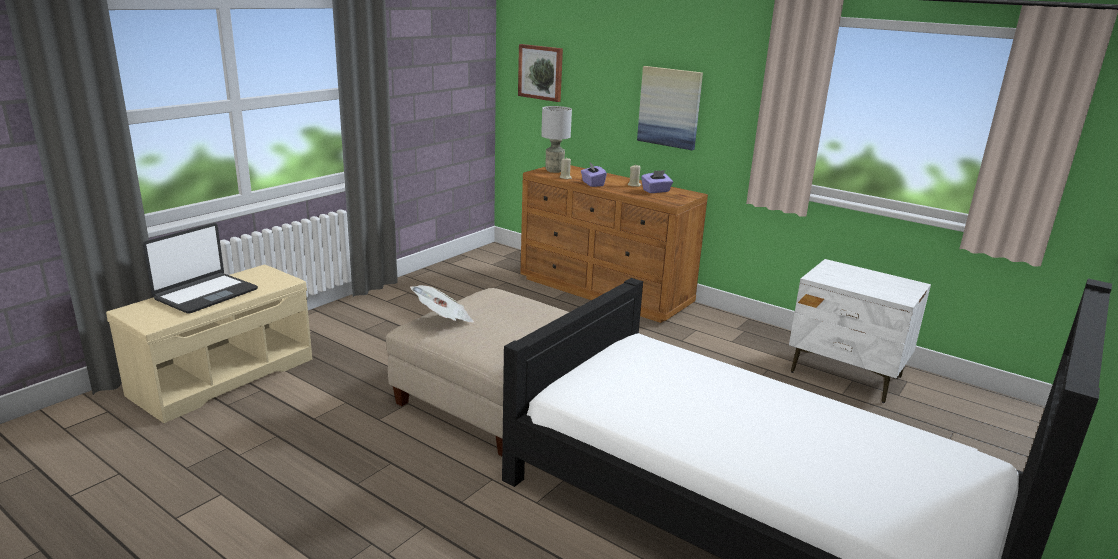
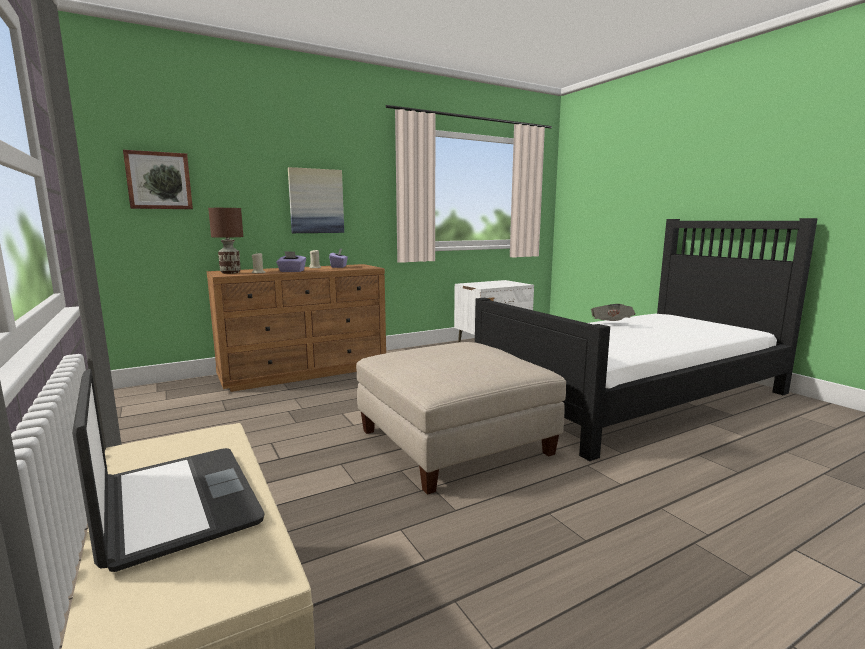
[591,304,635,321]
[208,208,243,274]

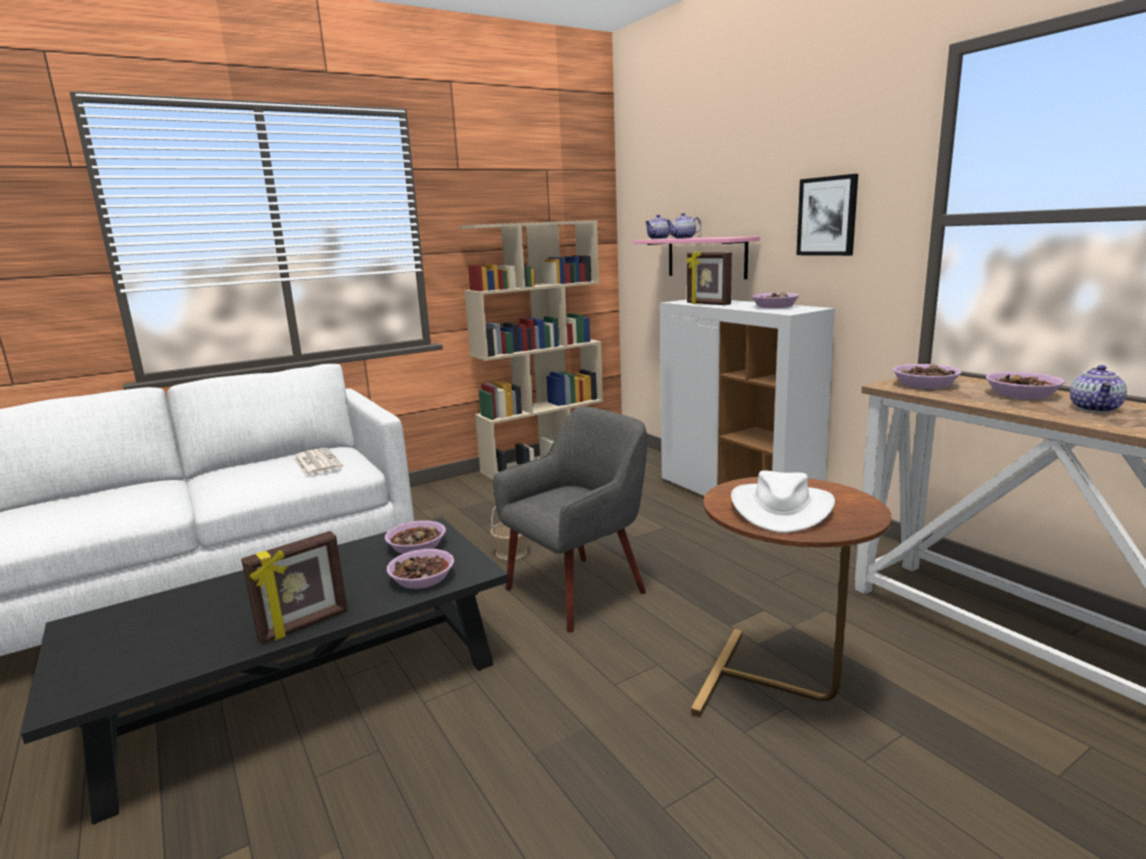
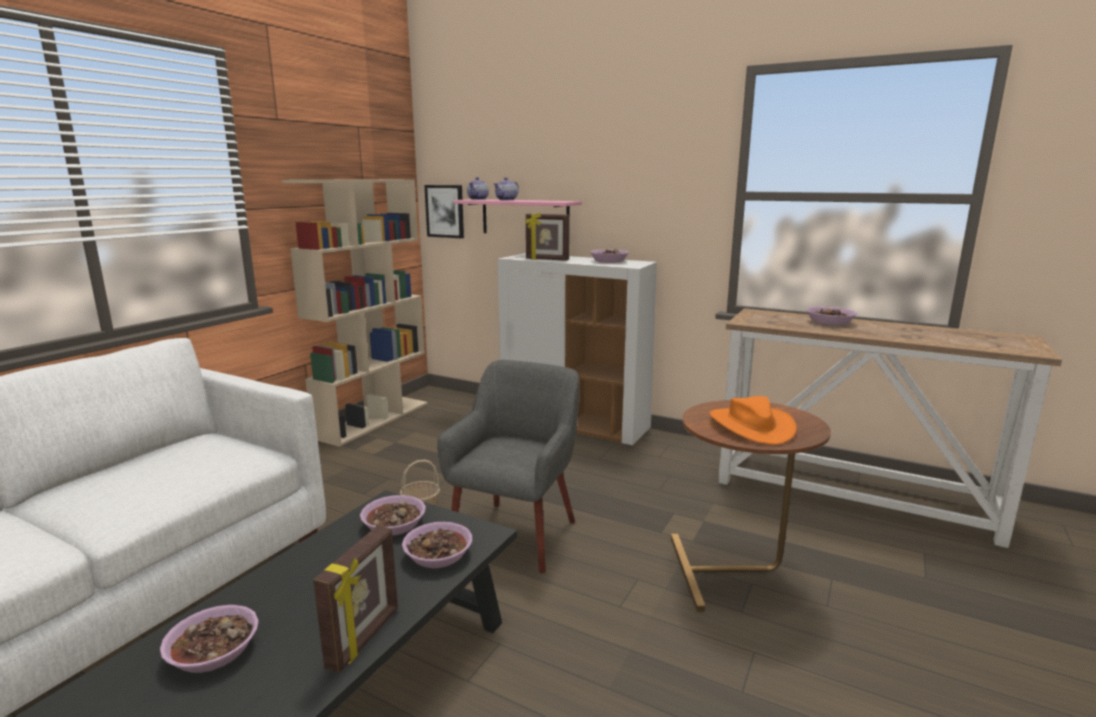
[293,448,343,476] (first image)
[709,396,797,445]
[424,185,464,238]
[160,605,259,673]
[1070,365,1127,413] (first image)

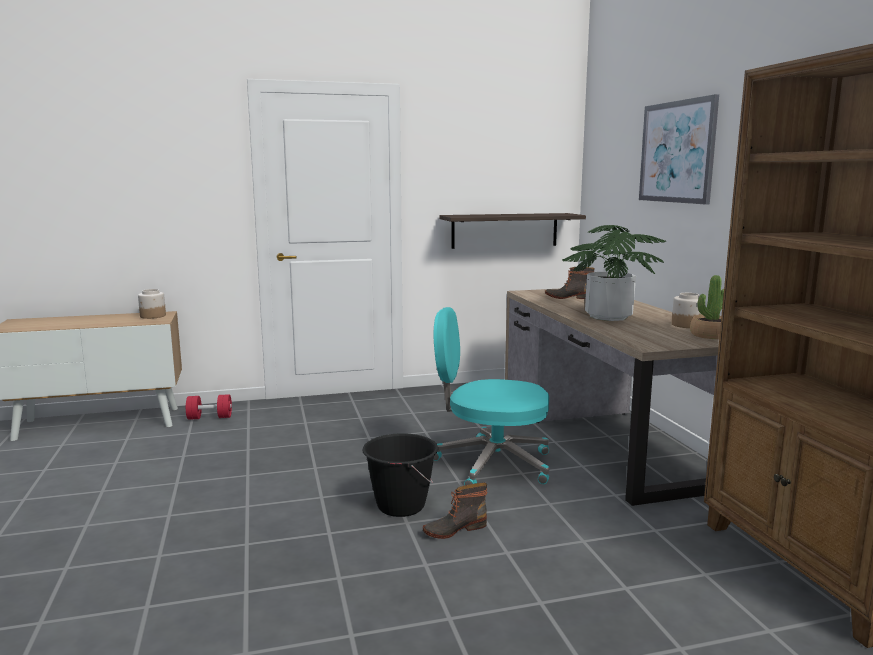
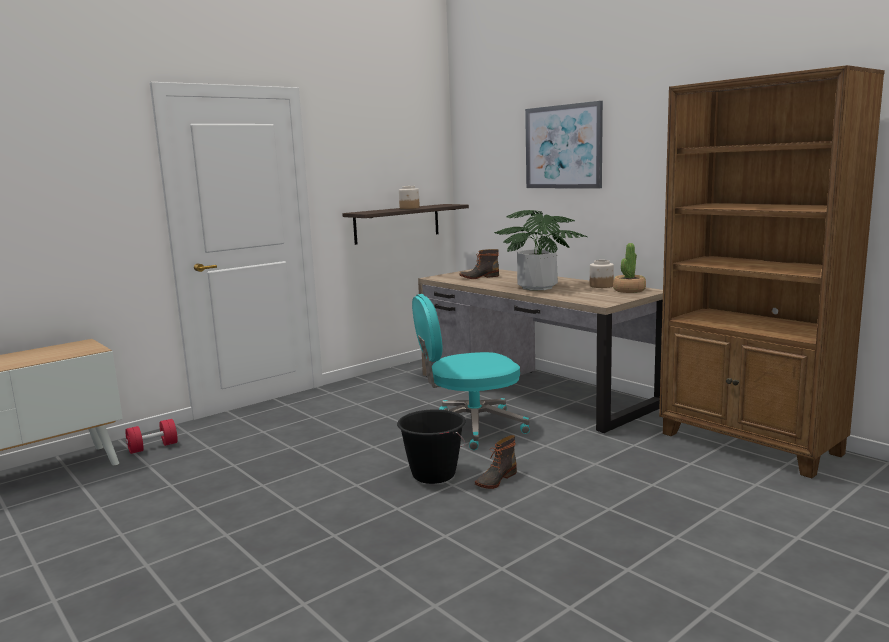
[399,186,420,209]

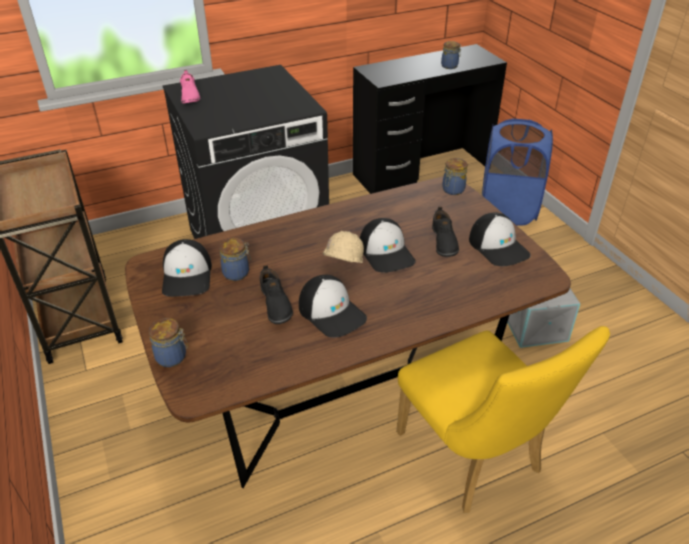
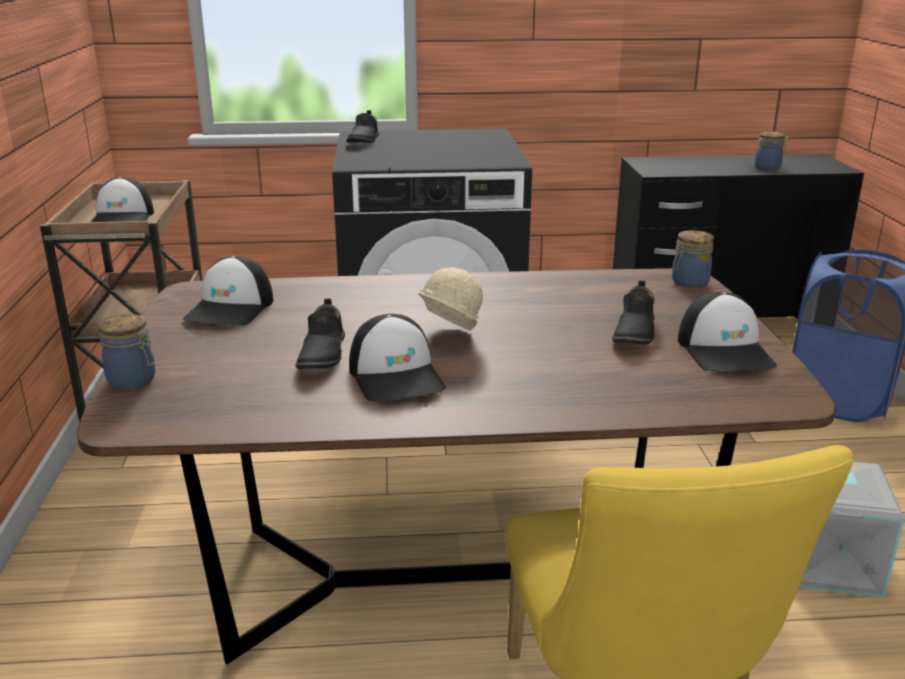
[346,110,379,143]
[219,238,251,281] (first image)
[91,177,154,222]

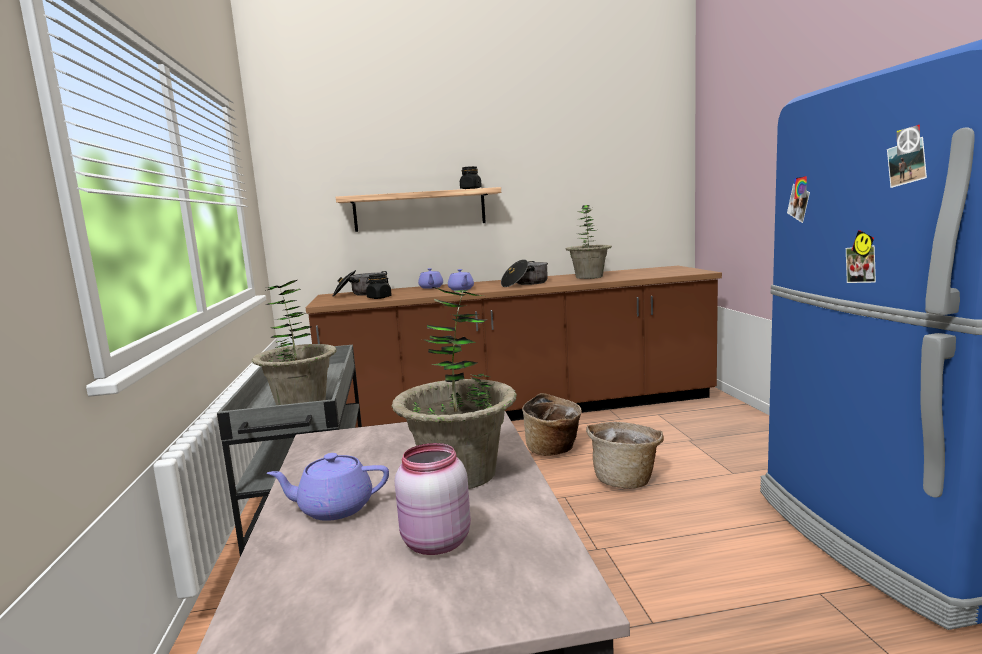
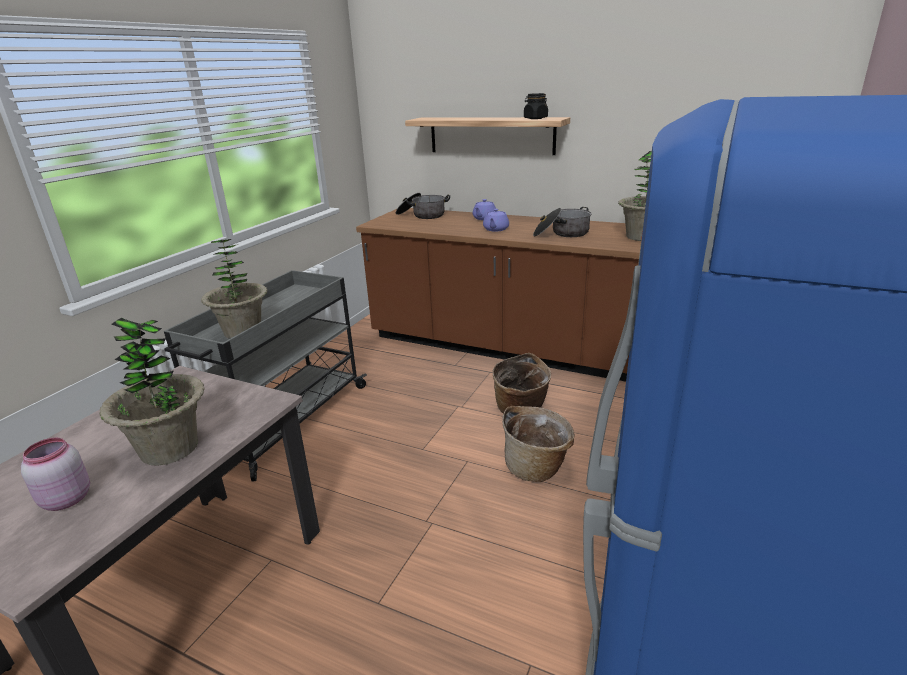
[267,453,389,521] (first image)
[366,274,392,299] (first image)

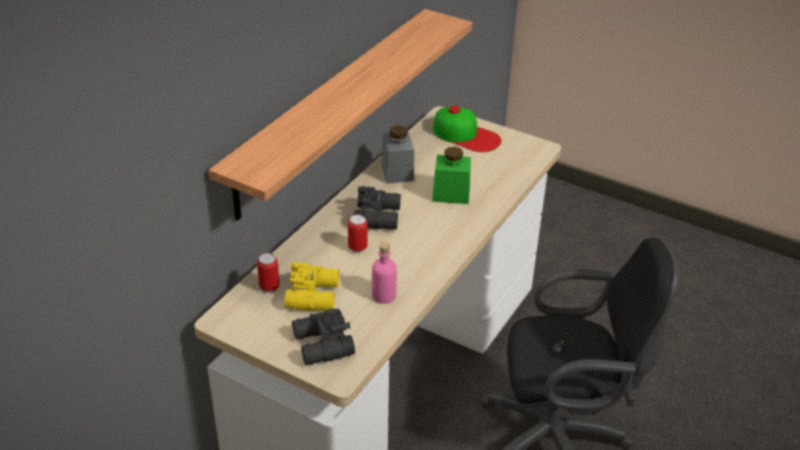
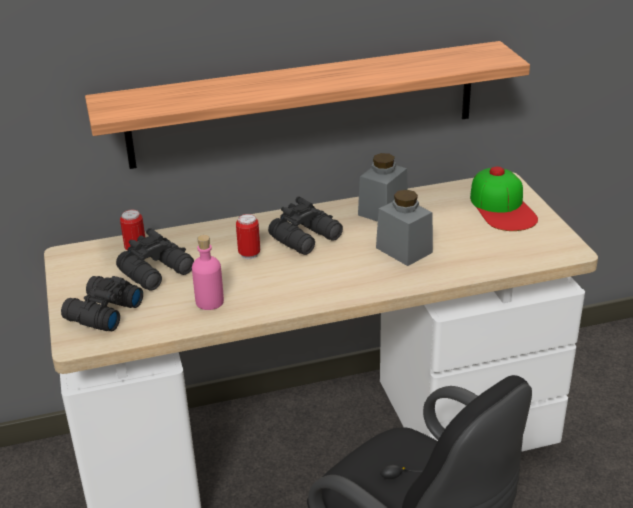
[116,228,194,291]
[376,190,433,266]

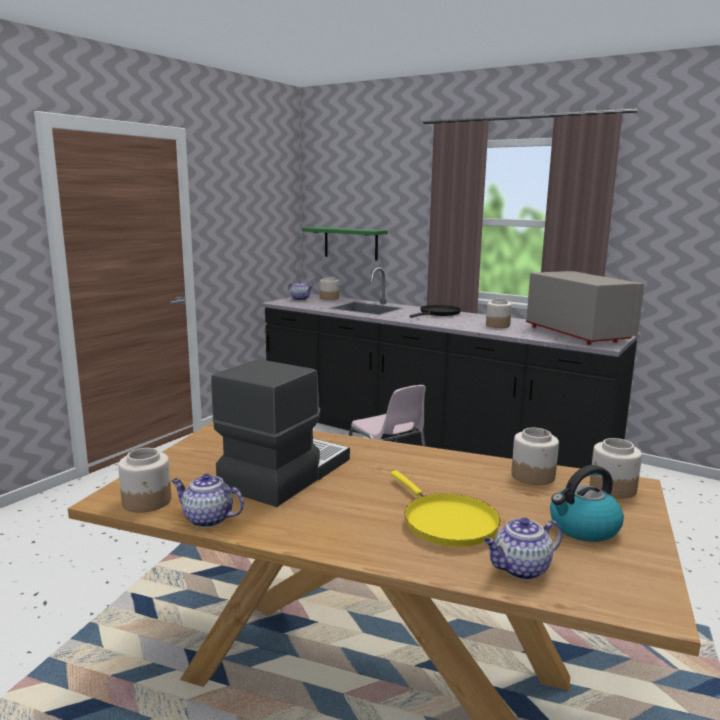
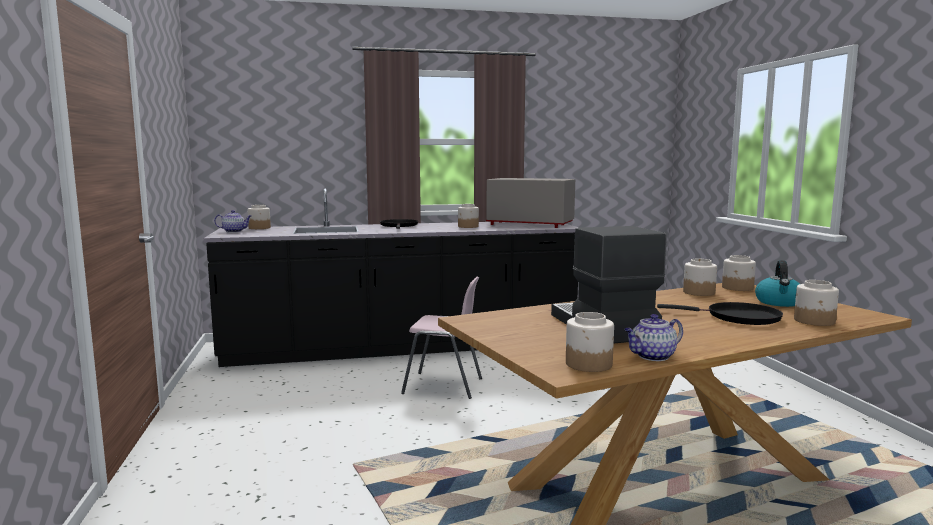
[302,227,388,261] (first image)
[657,302,783,325]
[794,280,839,326]

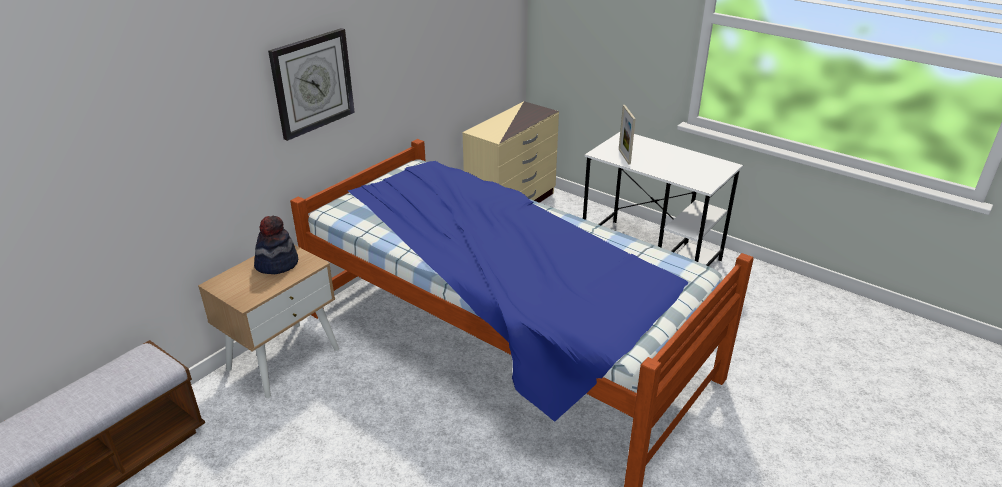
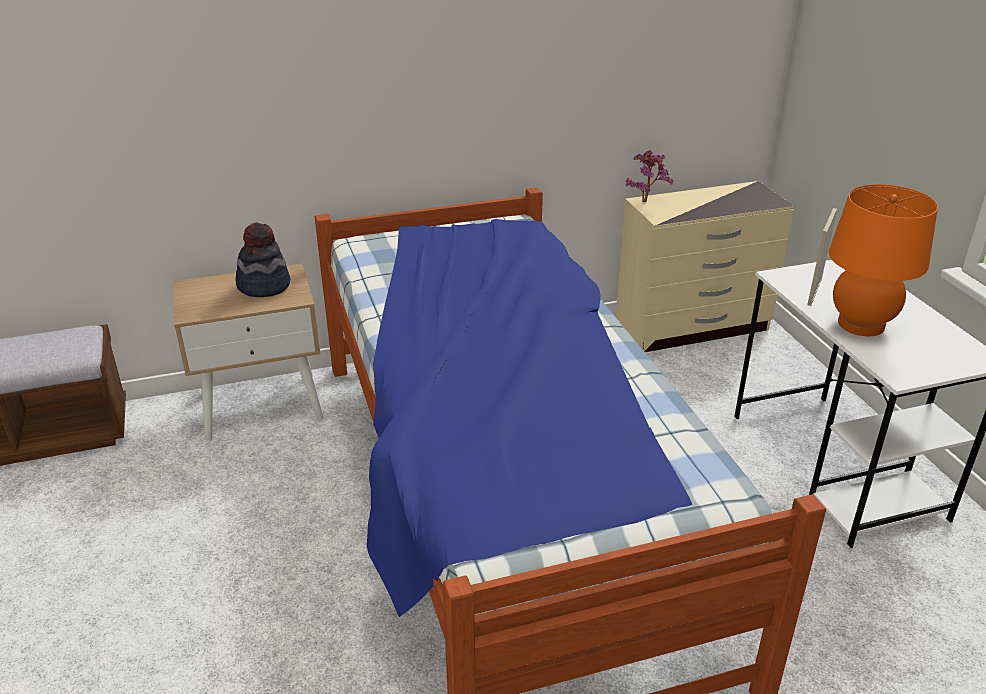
[268,28,355,141] (first image)
[626,150,673,202]
[829,184,938,336]

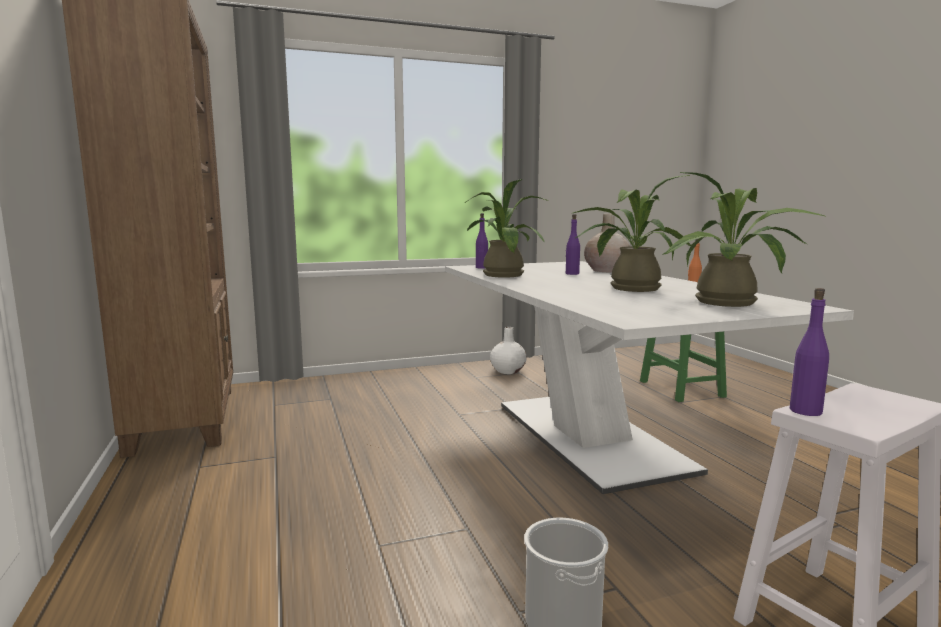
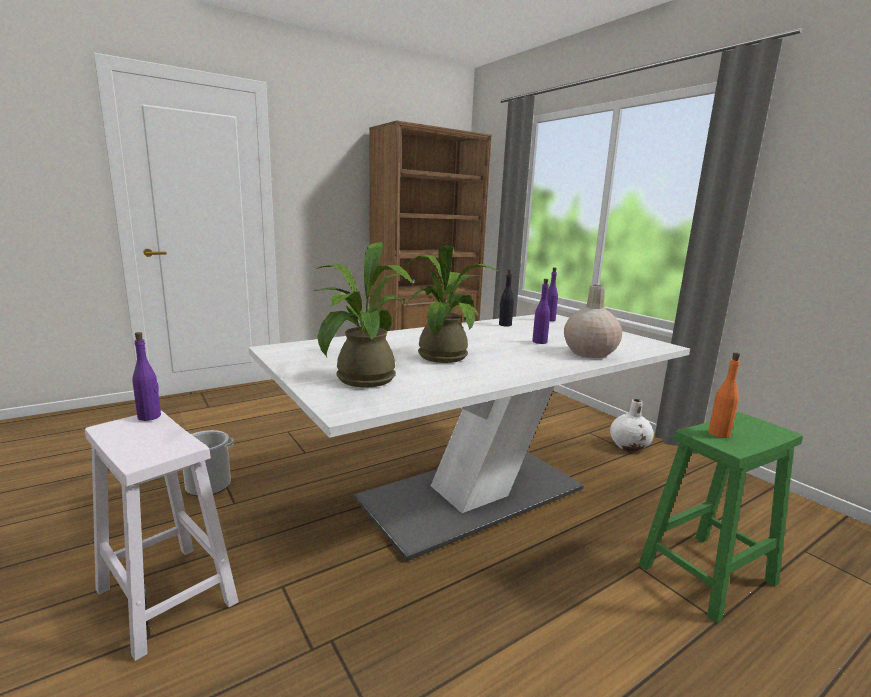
[499,269,514,326]

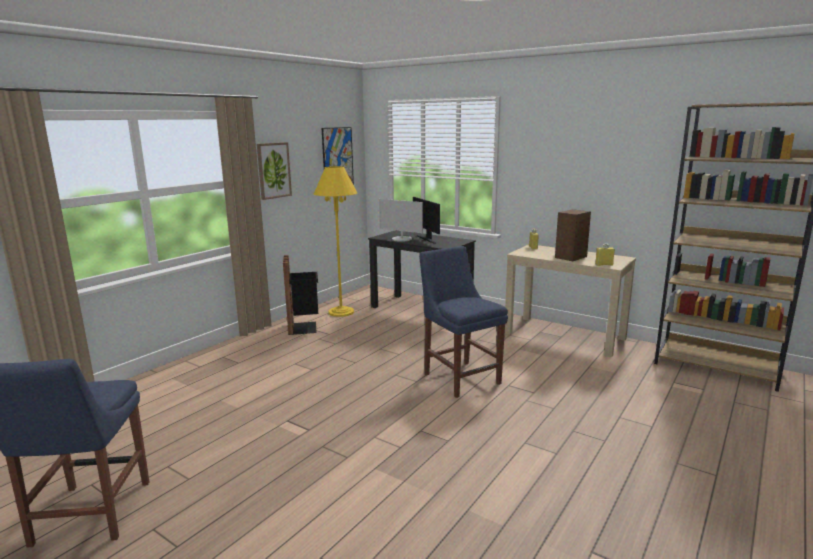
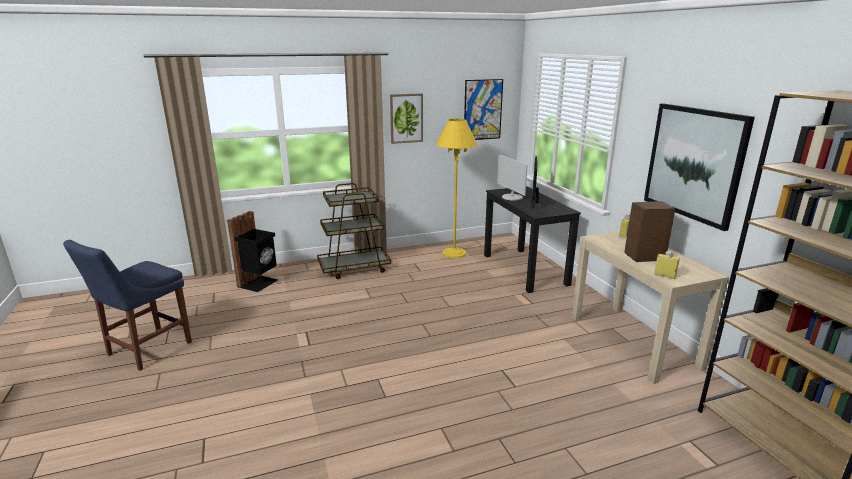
[227,211,278,292]
[419,246,508,398] (first image)
[317,183,391,279]
[644,104,755,231]

